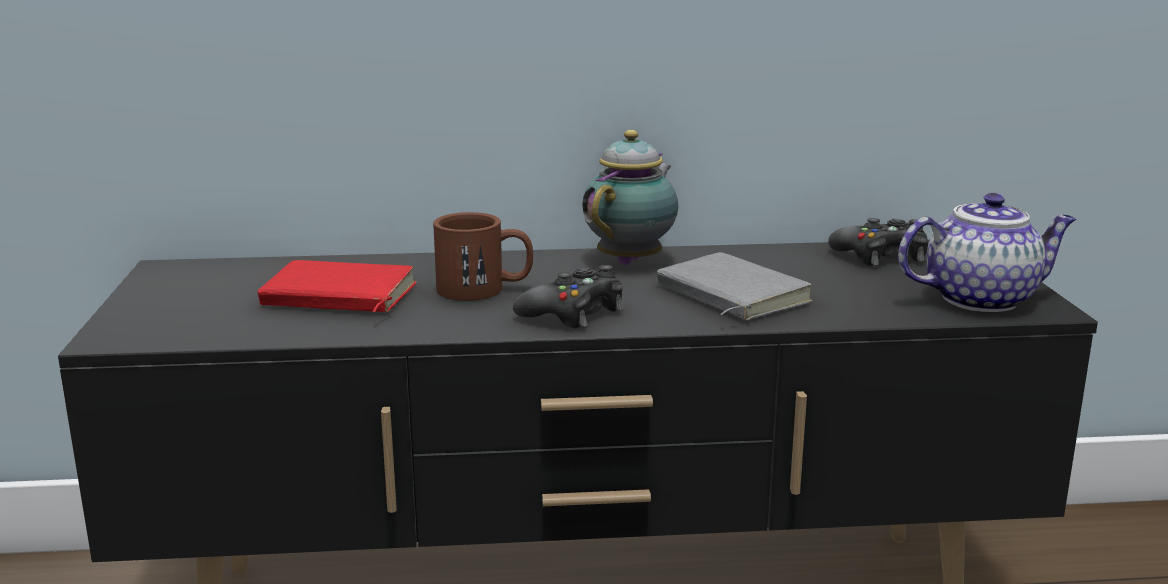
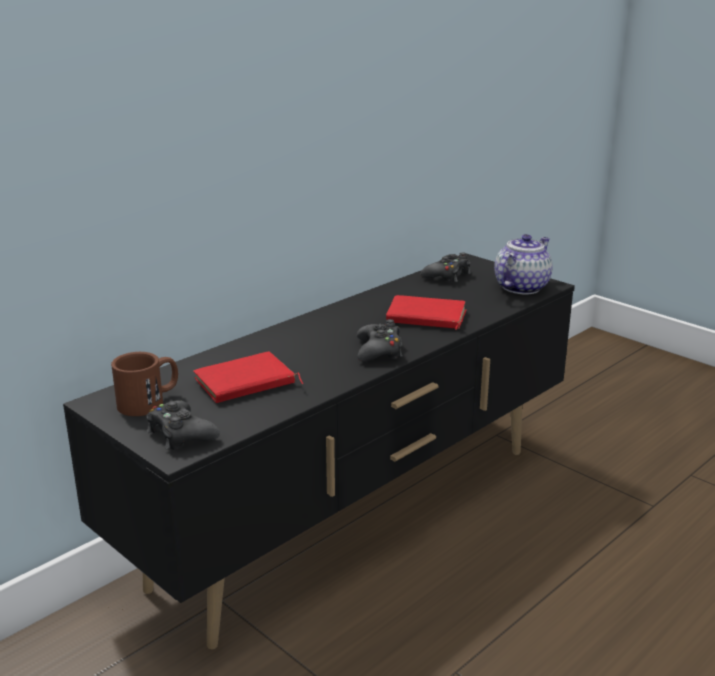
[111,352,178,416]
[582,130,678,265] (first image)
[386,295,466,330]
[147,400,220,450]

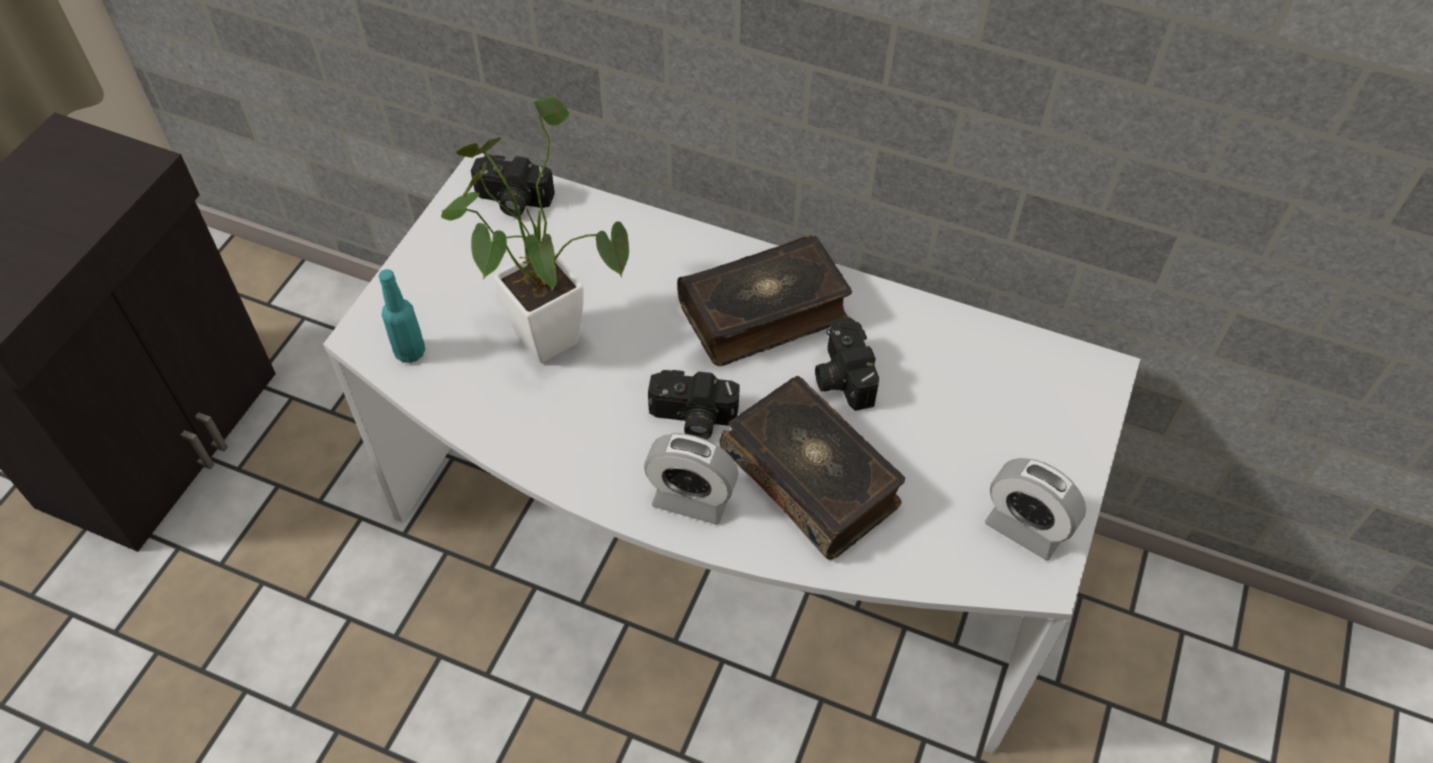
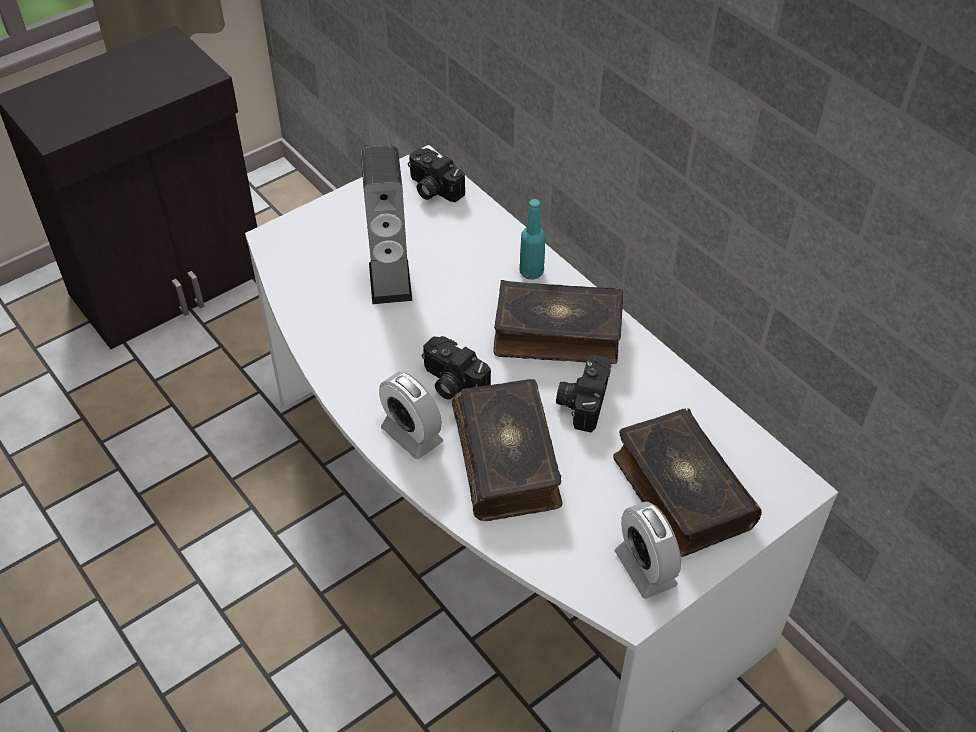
[520,199,545,280]
[361,146,413,304]
[613,408,762,557]

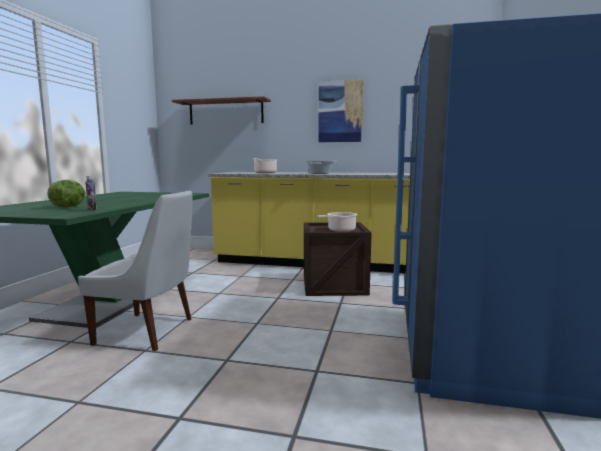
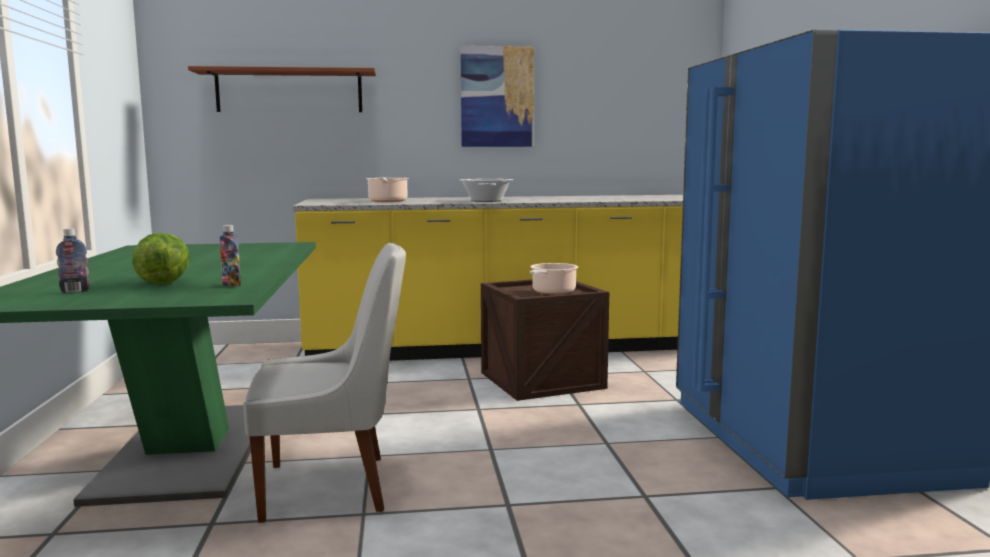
[56,229,90,293]

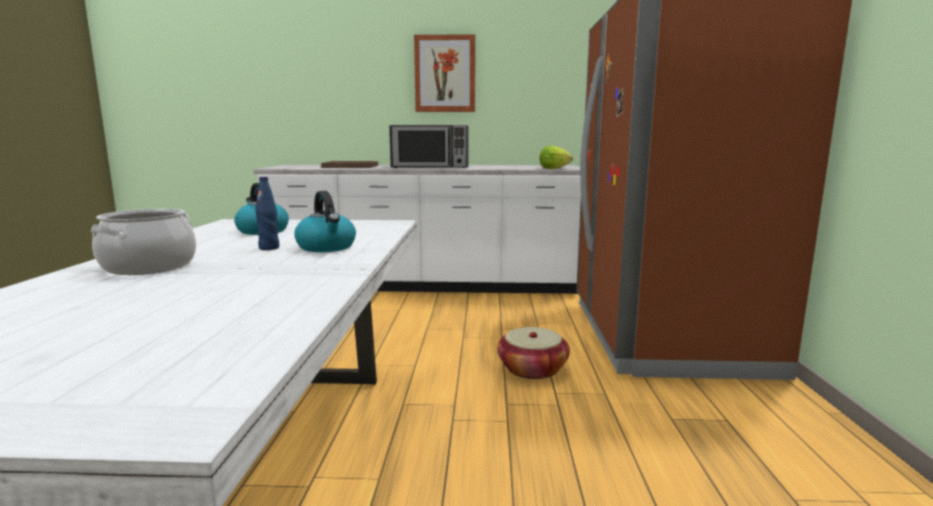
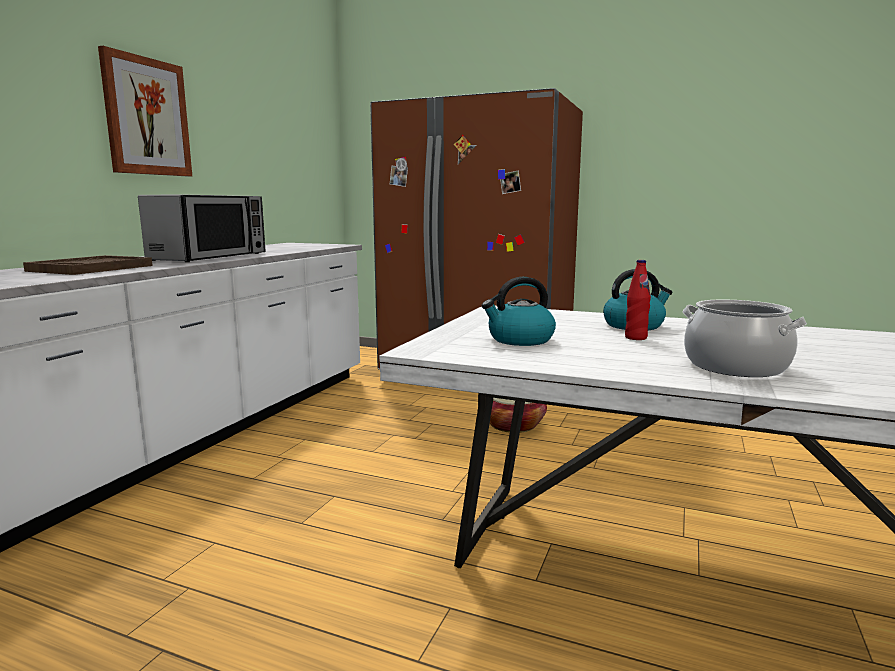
[625,260,651,340]
[540,146,573,169] (first image)

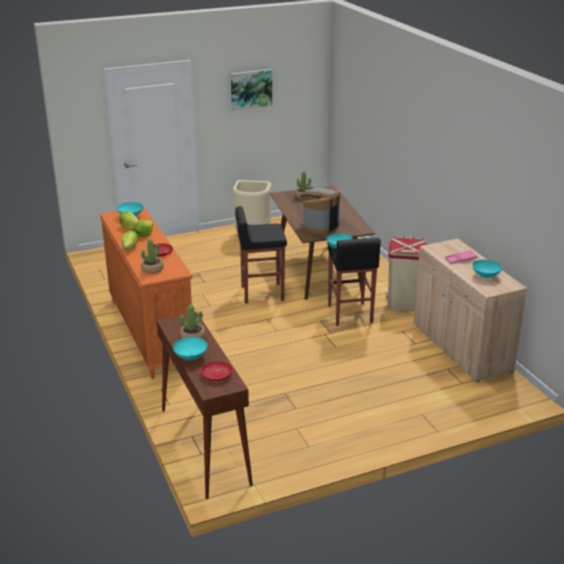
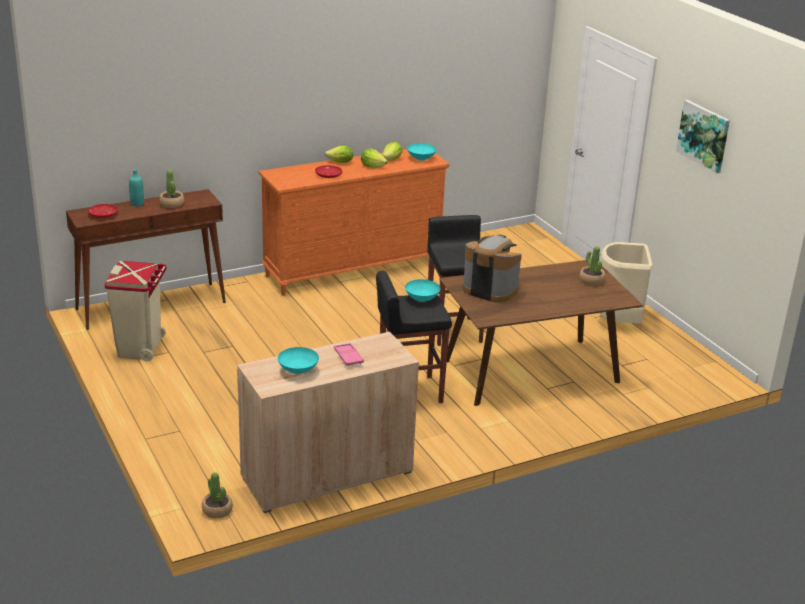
[202,472,233,518]
[129,169,144,206]
[105,261,167,361]

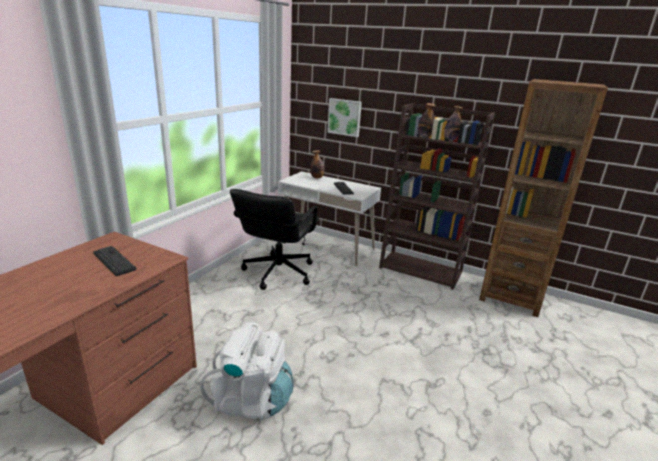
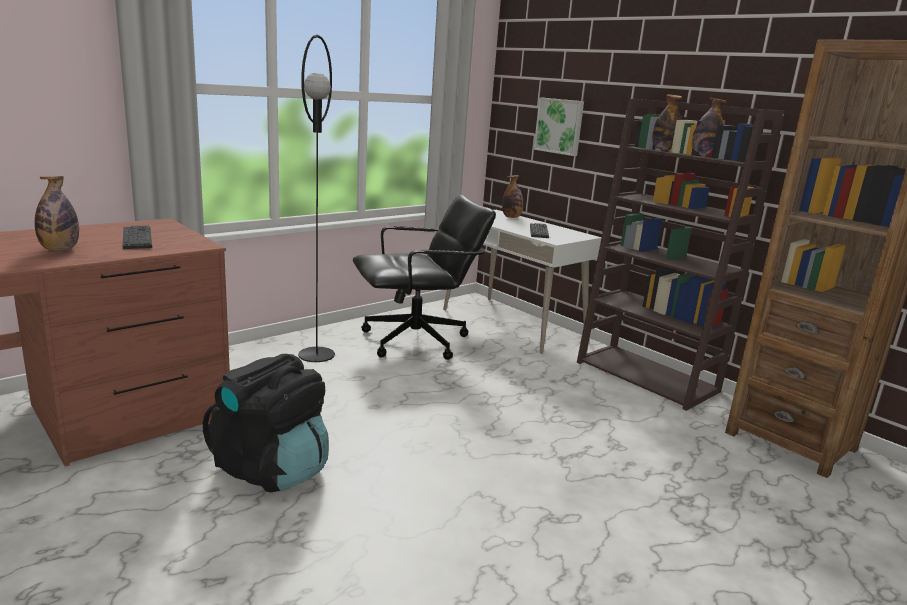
[203,354,329,492]
[353,195,496,360]
[35,176,79,251]
[298,34,335,362]

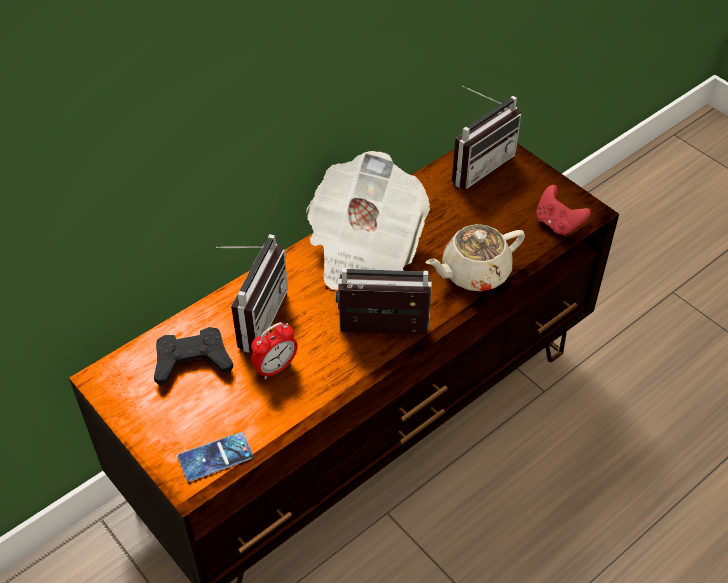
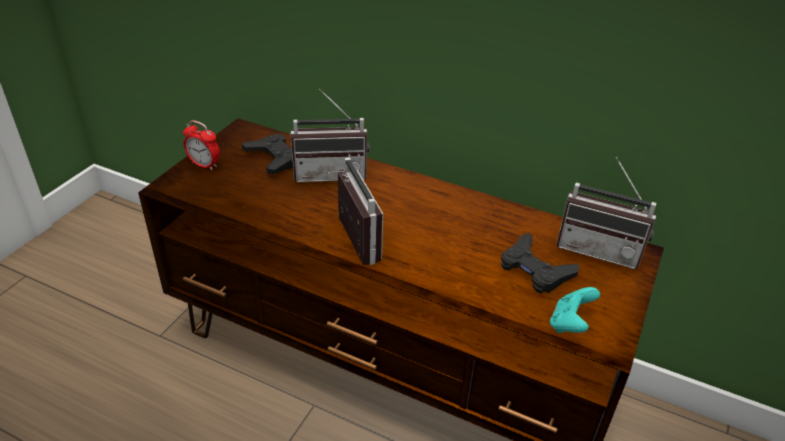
[178,432,253,481] (first image)
[183,121,220,170]
[306,151,430,290] (first image)
[426,224,525,291] (first image)
[550,287,600,333]
[501,233,579,294]

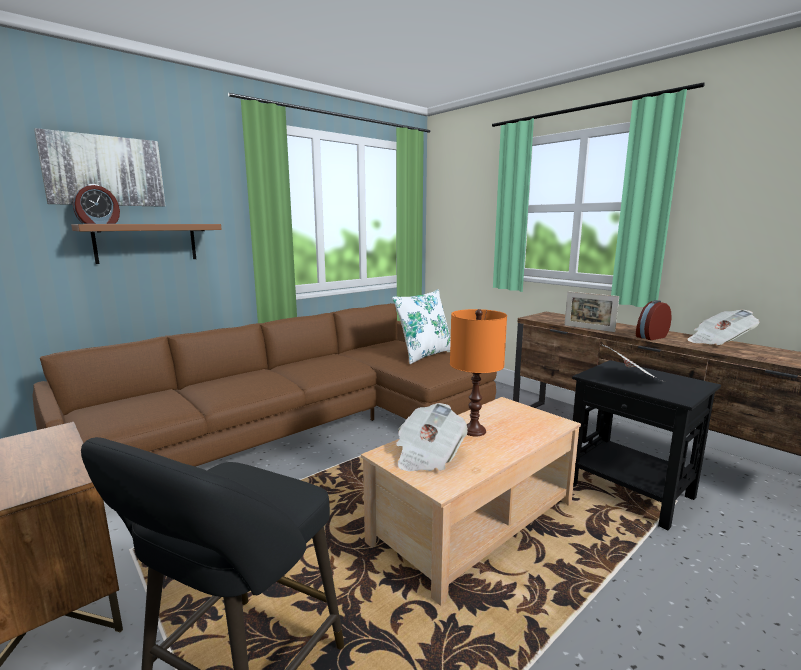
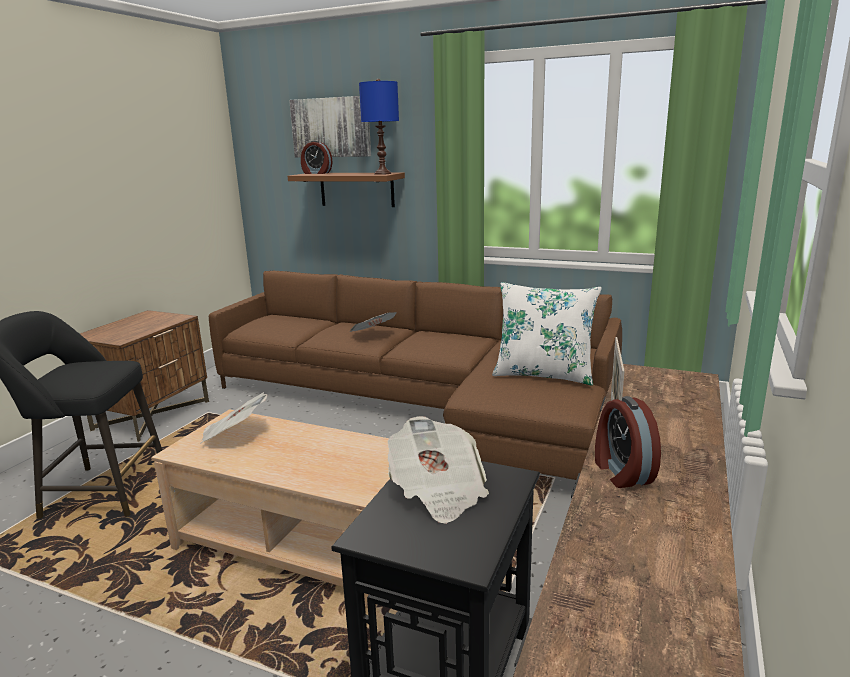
[450,309,507,436] (first image)
[595,396,661,488]
[349,312,396,332]
[359,79,399,175]

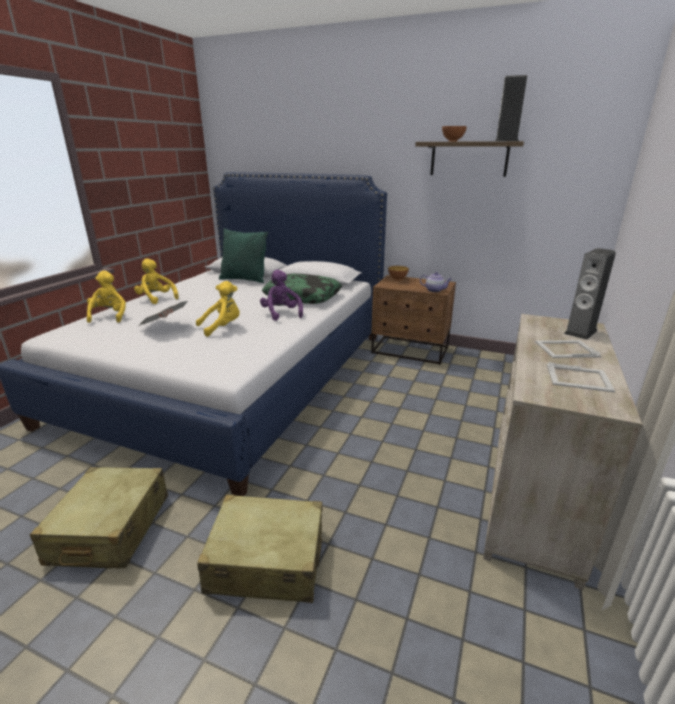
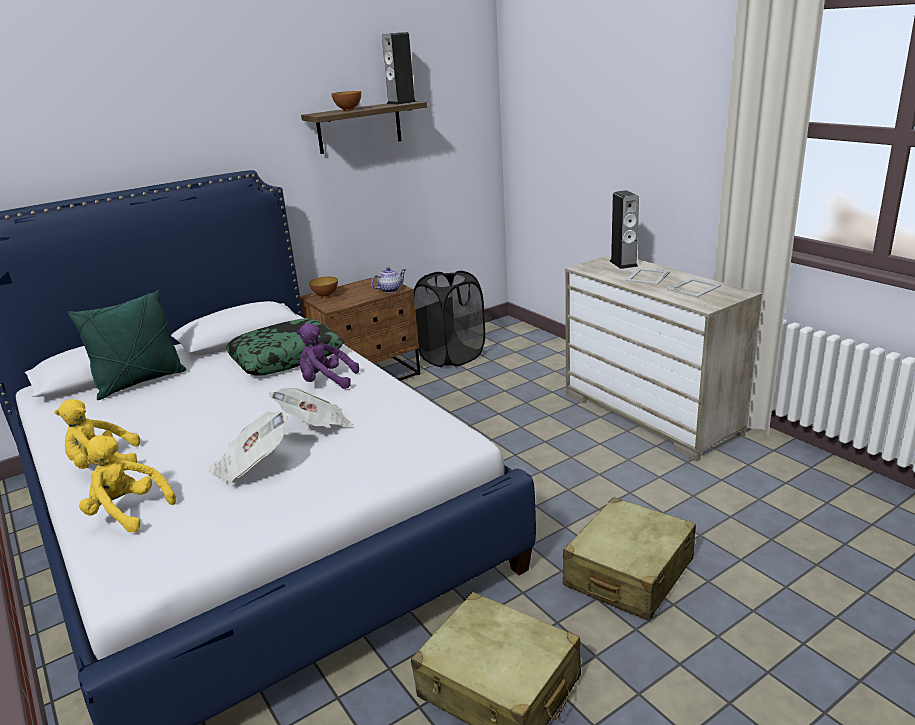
[269,388,353,428]
[413,271,485,367]

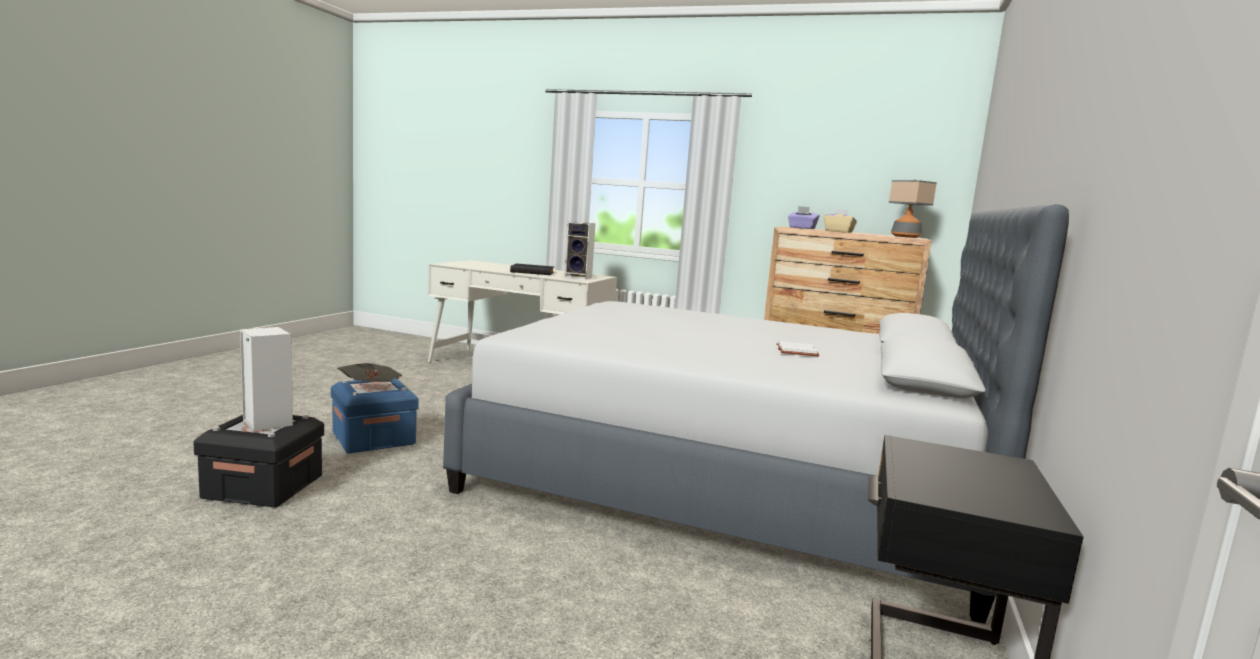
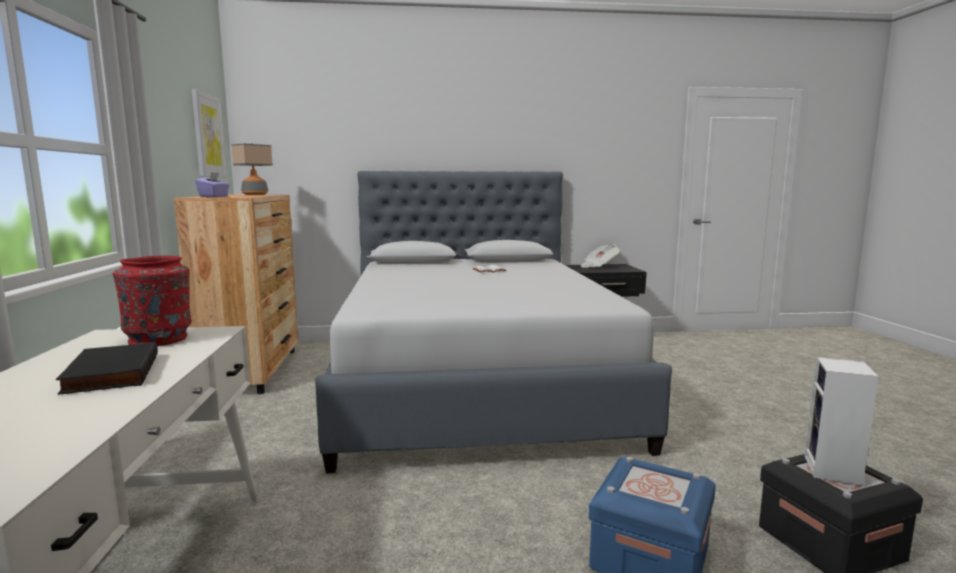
[581,244,620,268]
[113,256,192,346]
[824,209,857,233] (first image)
[192,89,227,177]

